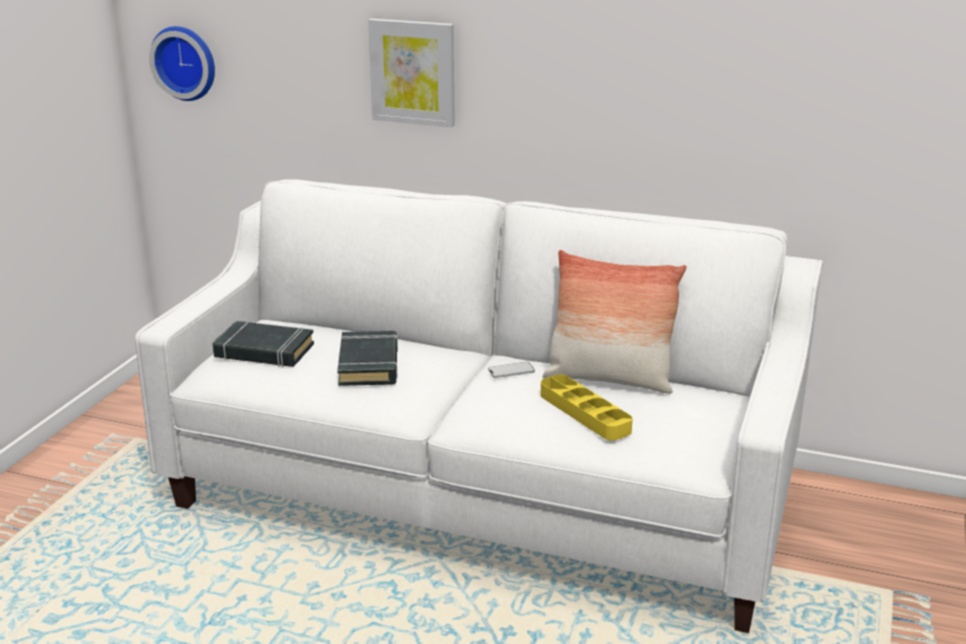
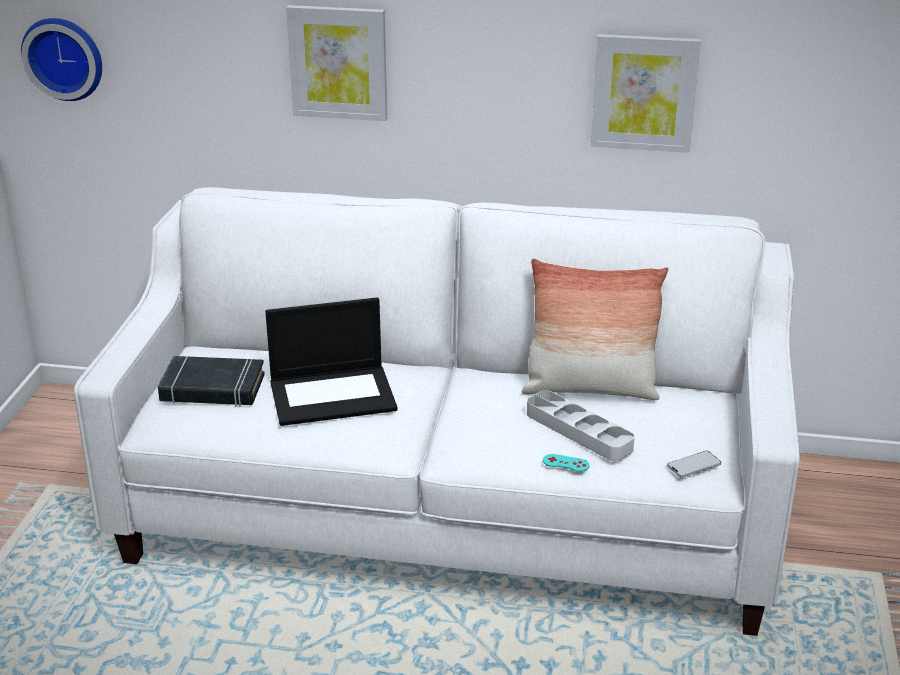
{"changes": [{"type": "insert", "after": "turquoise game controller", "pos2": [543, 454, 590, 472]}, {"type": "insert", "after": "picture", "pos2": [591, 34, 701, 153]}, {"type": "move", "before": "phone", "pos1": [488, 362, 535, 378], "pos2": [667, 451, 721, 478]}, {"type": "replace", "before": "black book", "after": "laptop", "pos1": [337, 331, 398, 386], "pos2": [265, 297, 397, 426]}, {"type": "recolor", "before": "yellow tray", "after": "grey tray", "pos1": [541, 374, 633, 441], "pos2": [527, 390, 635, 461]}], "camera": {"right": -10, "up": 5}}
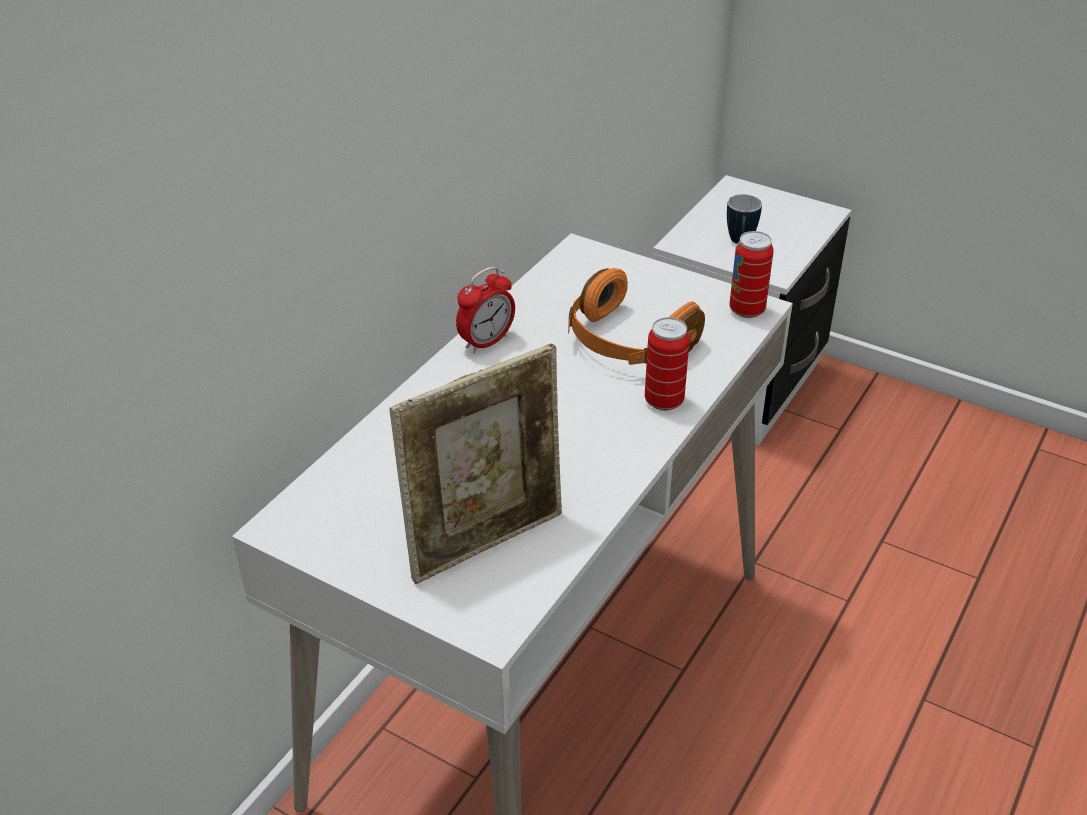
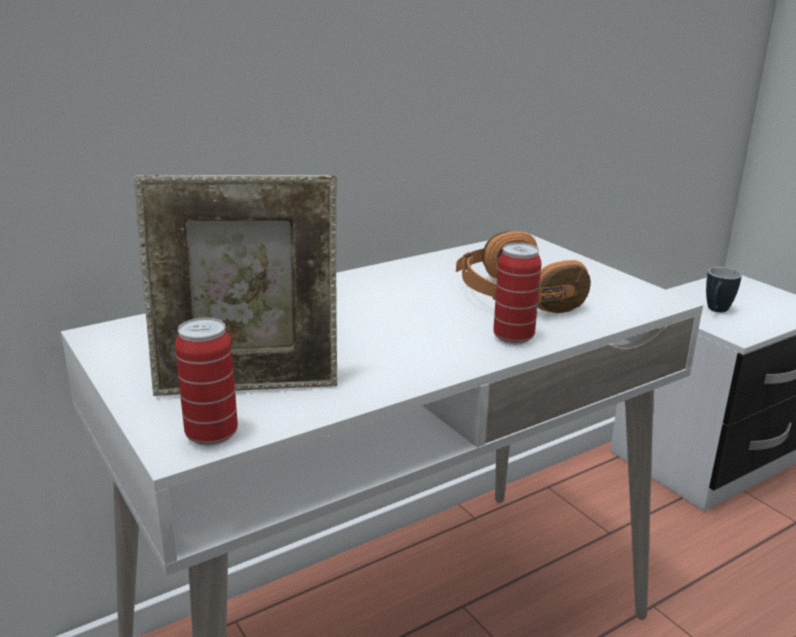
{"changes": [{"type": "delete", "before": "alarm clock", "pos1": [456, 266, 515, 354]}, {"type": "move", "before": "can", "pos1": [730, 231, 774, 318], "pos2": [175, 317, 238, 446]}], "camera": {"right": 25, "up": -15}}
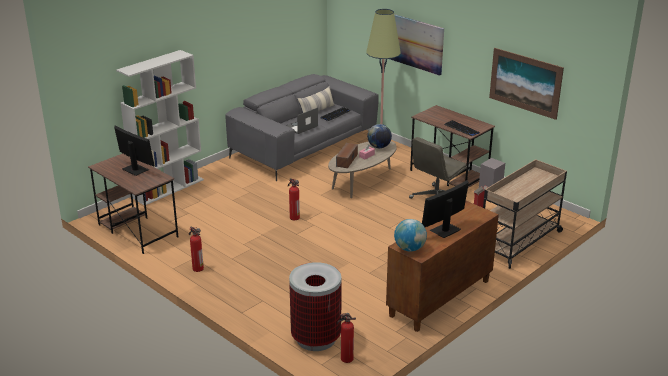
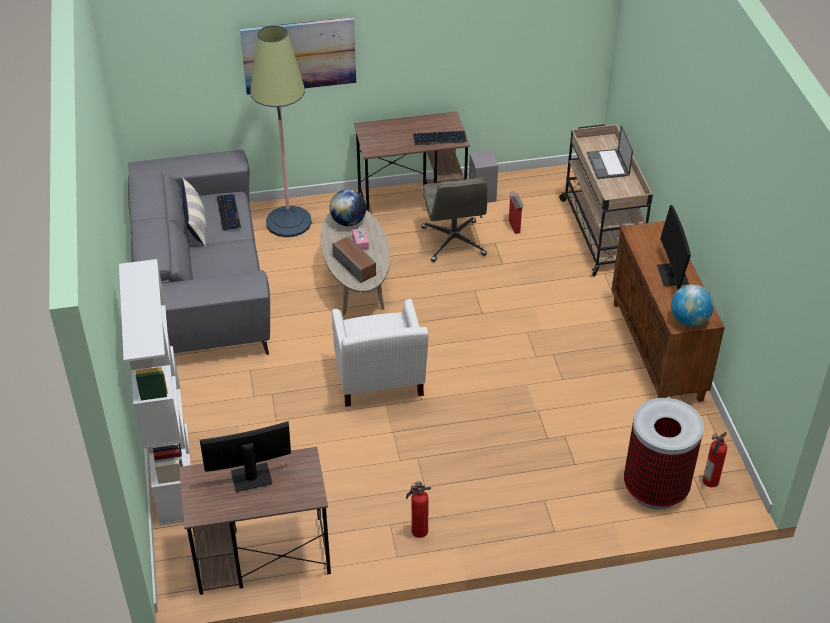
{"changes": [{"type": "delete", "before": "picture", "pos1": [489, 48, 564, 120]}, {"type": "move", "before": "laptop", "pos1": [286, 108, 318, 134], "pos2": [587, 125, 633, 179]}, {"type": "replace", "before": "fire extinguisher", "after": "white armchair", "pos1": [288, 178, 300, 220], "pos2": [332, 299, 429, 407]}], "camera": {"right": -55, "up": 15}}
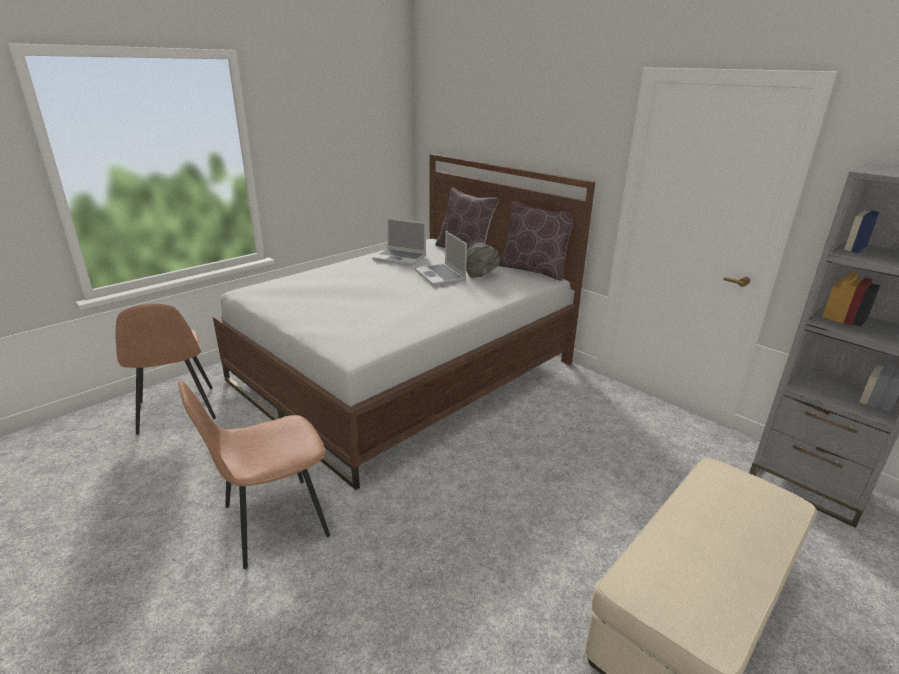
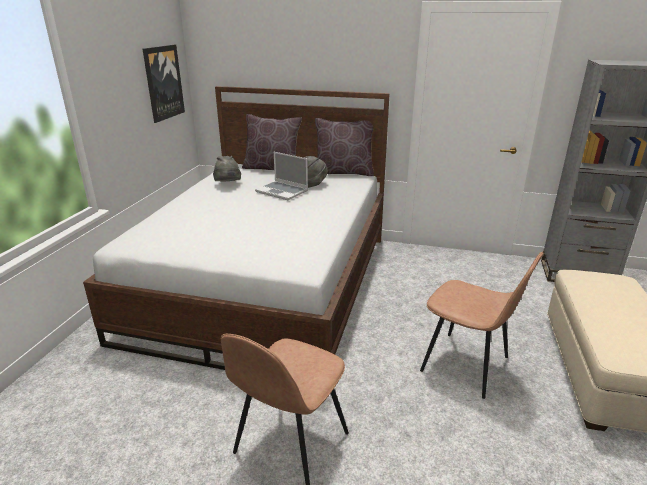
{"changes": [{"type": "insert", "after": "picture", "pos2": [143, 45, 185, 123]}, {"type": "move", "before": "brown chair", "pos1": [115, 304, 216, 435], "pos2": [420, 252, 544, 399]}, {"type": "replace", "before": "laptop", "after": "grey hat", "pos1": [372, 218, 426, 266], "pos2": [213, 156, 241, 181]}], "camera": {"right": -30, "up": 0}}
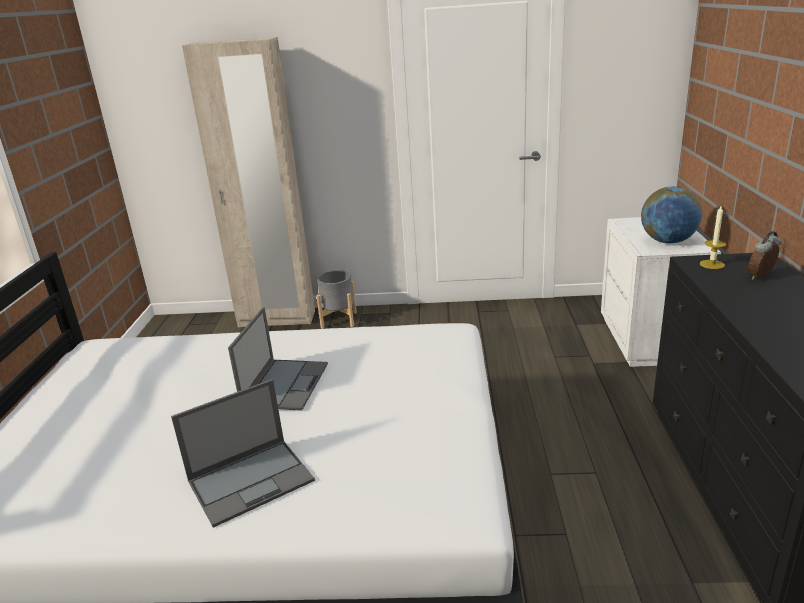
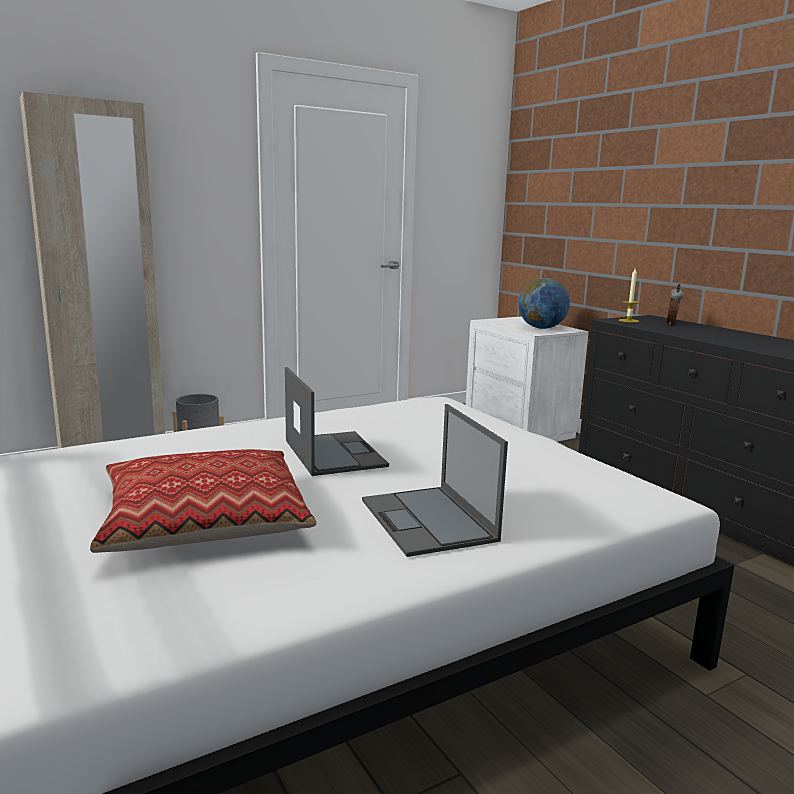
{"changes": [{"type": "insert", "after": "pillow", "pos2": [90, 449, 316, 553]}, {"type": "rotate", "before": "laptop", "pos1": [171, 379, 315, 528], "pos2": [362, 404, 508, 557], "turn": 135}], "camera": {"right": -35, "up": -10}}
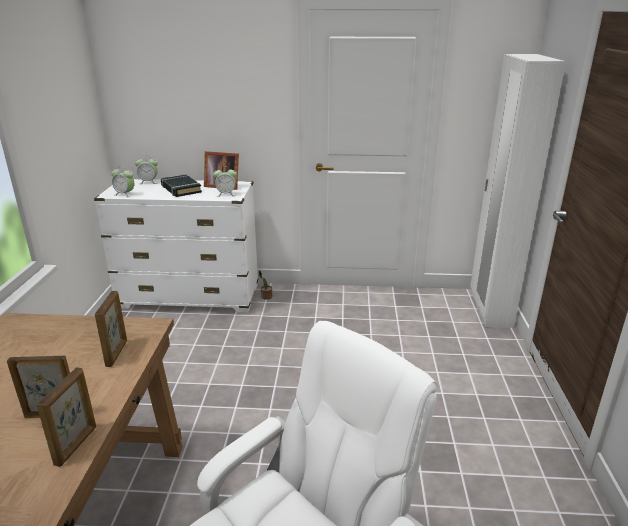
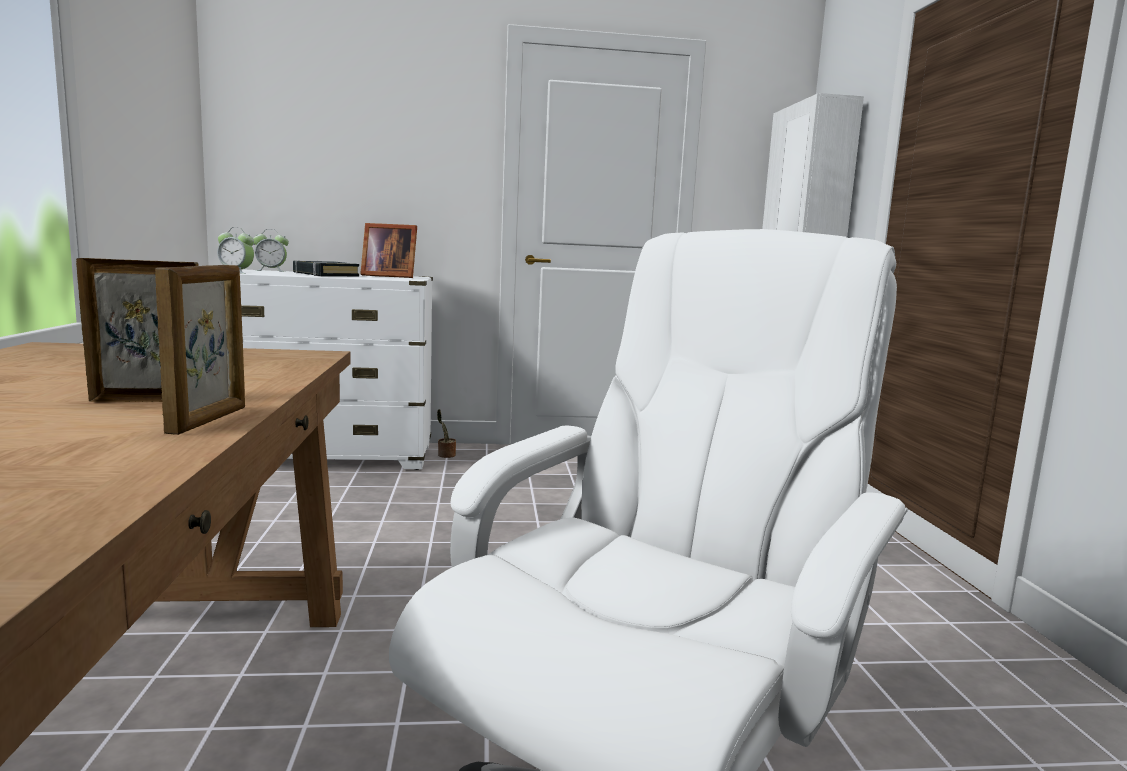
{"changes": [{"type": "delete", "before": "picture frame", "pos1": [95, 291, 127, 367]}, {"type": "delete", "before": "alarm clock", "pos1": [213, 166, 237, 197]}], "camera": {"right": -10, "up": -15}}
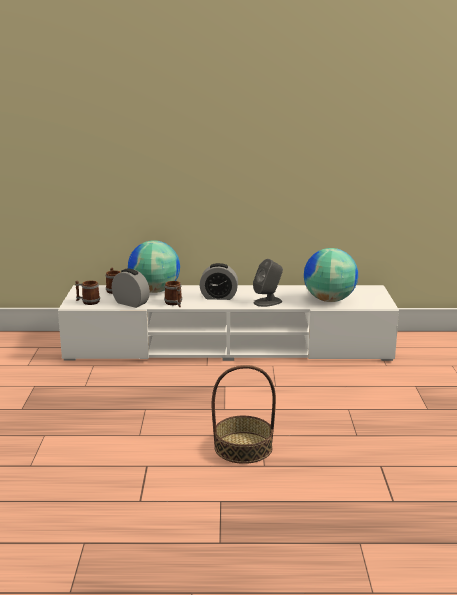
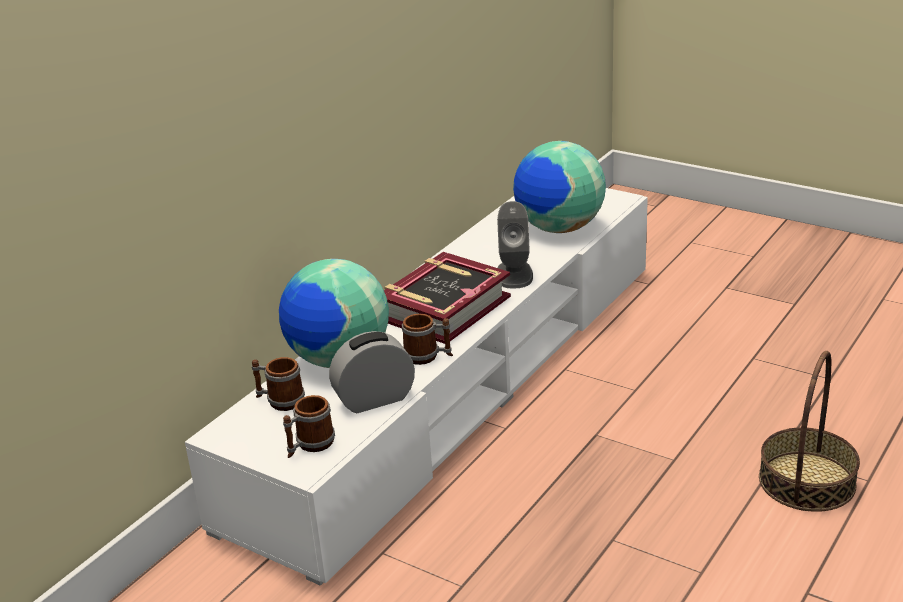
{"changes": [{"type": "replace", "before": "alarm clock", "after": "book", "pos1": [200, 263, 238, 300], "pos2": [384, 252, 511, 344]}], "camera": {"right": -55, "up": 10}}
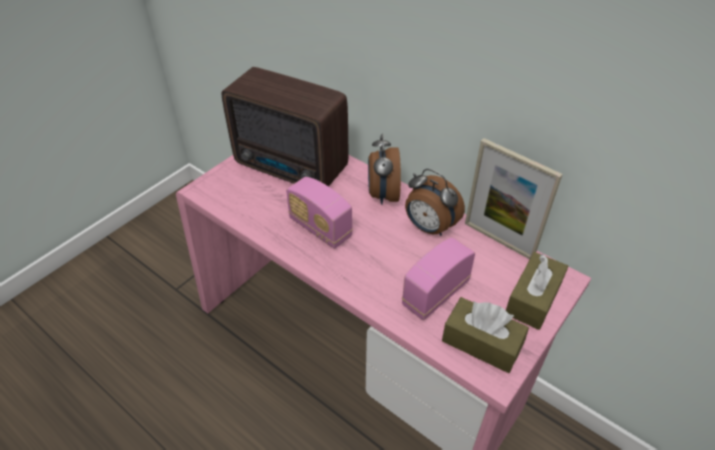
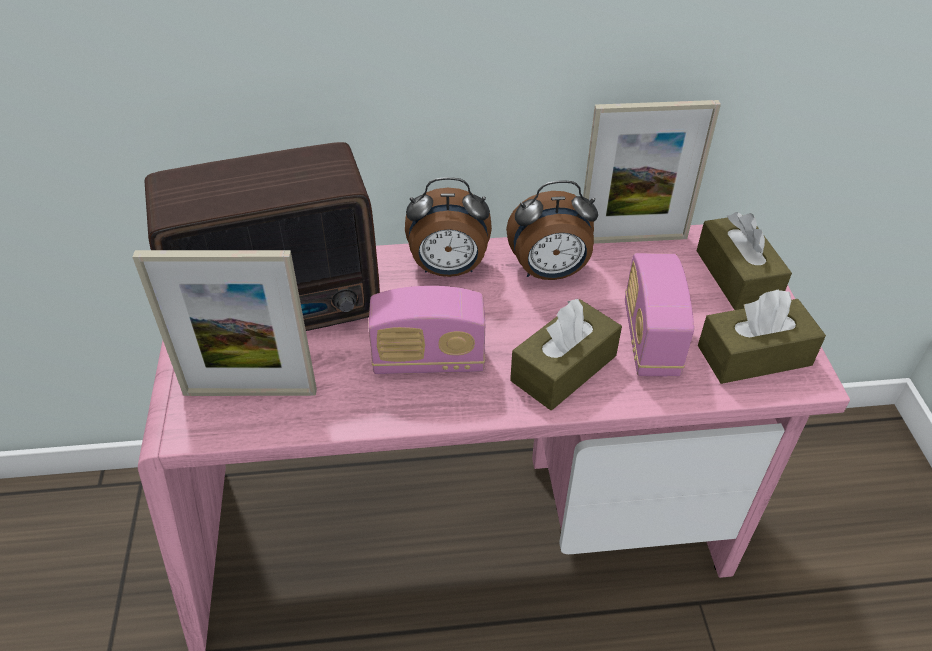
{"changes": [{"type": "insert", "after": "picture frame", "pos2": [132, 250, 317, 396]}, {"type": "insert", "after": "brown tissue box", "pos2": [510, 298, 622, 410]}, {"type": "rotate", "before": "alarm clock", "pos1": [368, 133, 401, 205], "pos2": [405, 177, 492, 277], "turn": -45}], "camera": {"right": -45, "up": 0}}
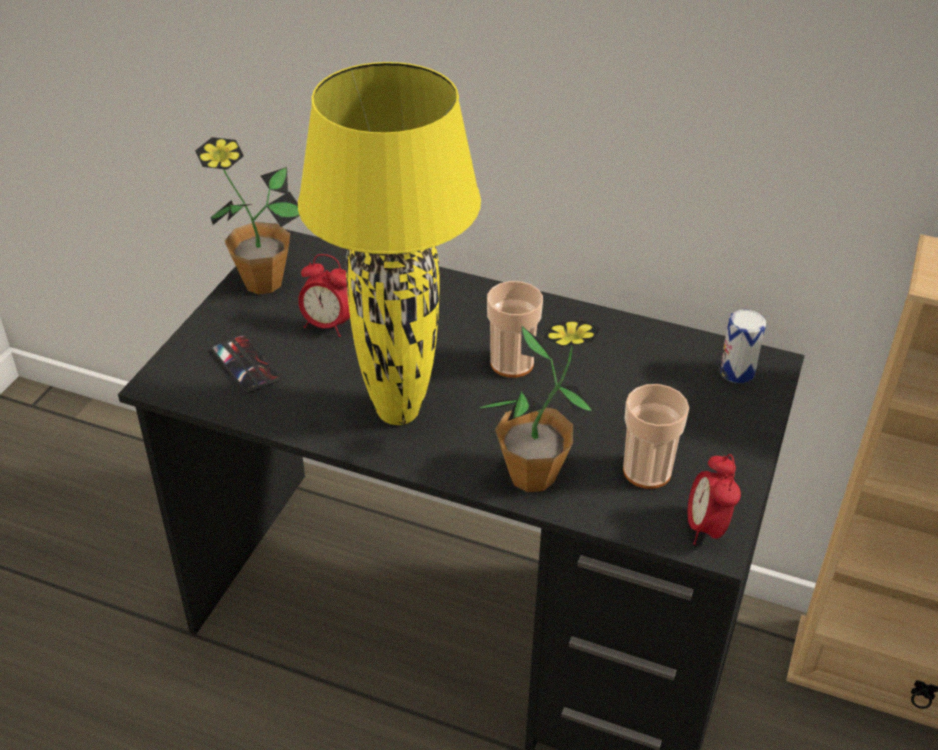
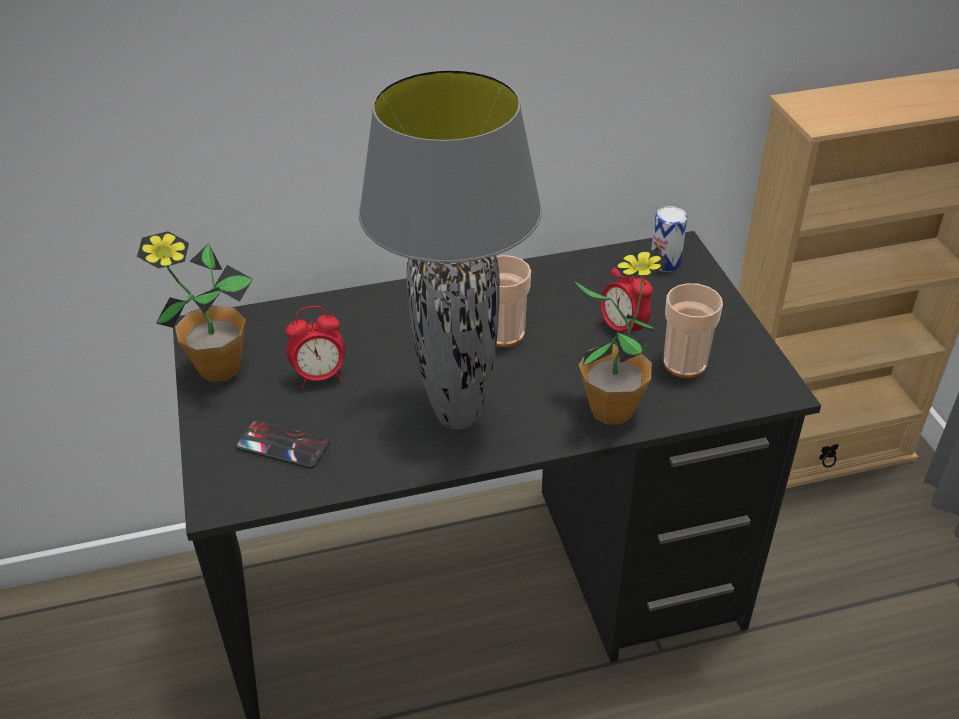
{"changes": [{"type": "move", "before": "alarm clock", "pos1": [688, 454, 741, 545], "pos2": [600, 268, 653, 334]}, {"type": "recolor", "before": "yellow table lamp", "after": "grey table lamp", "pos1": [298, 62, 481, 425], "pos2": [359, 70, 542, 429]}], "camera": {"right": -35, "up": 0}}
